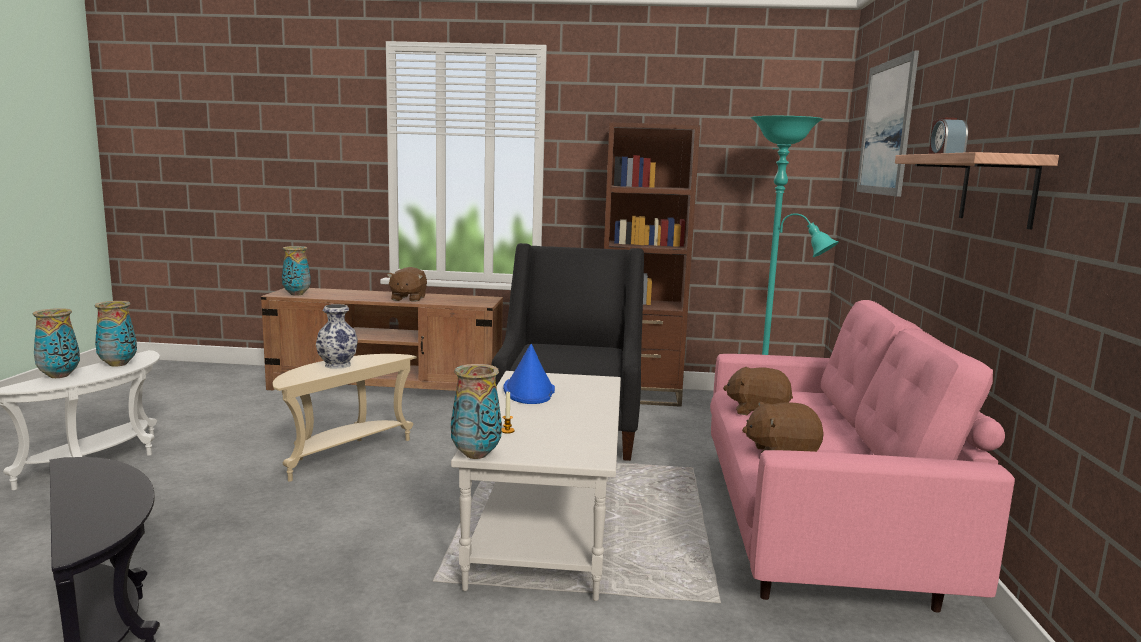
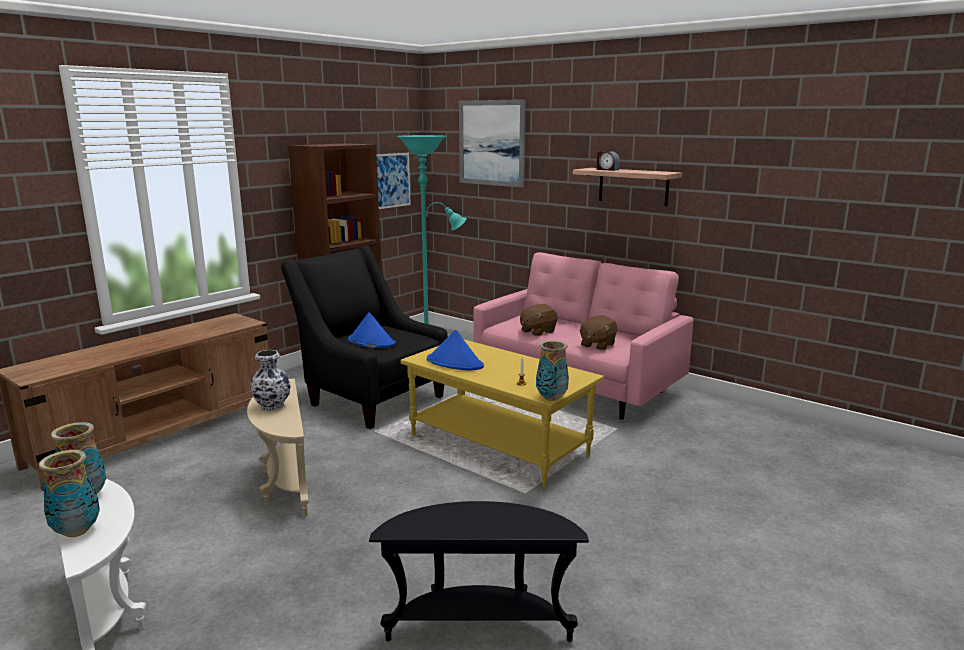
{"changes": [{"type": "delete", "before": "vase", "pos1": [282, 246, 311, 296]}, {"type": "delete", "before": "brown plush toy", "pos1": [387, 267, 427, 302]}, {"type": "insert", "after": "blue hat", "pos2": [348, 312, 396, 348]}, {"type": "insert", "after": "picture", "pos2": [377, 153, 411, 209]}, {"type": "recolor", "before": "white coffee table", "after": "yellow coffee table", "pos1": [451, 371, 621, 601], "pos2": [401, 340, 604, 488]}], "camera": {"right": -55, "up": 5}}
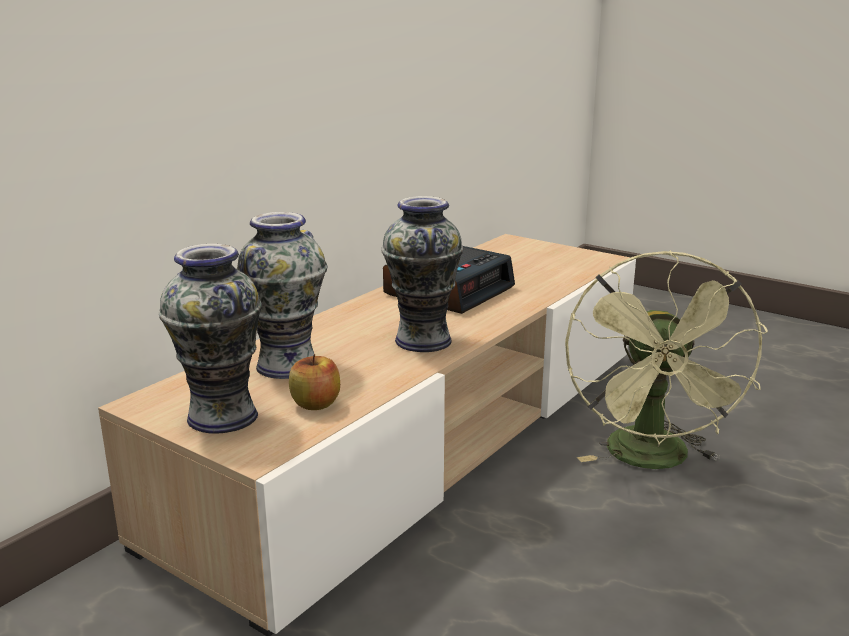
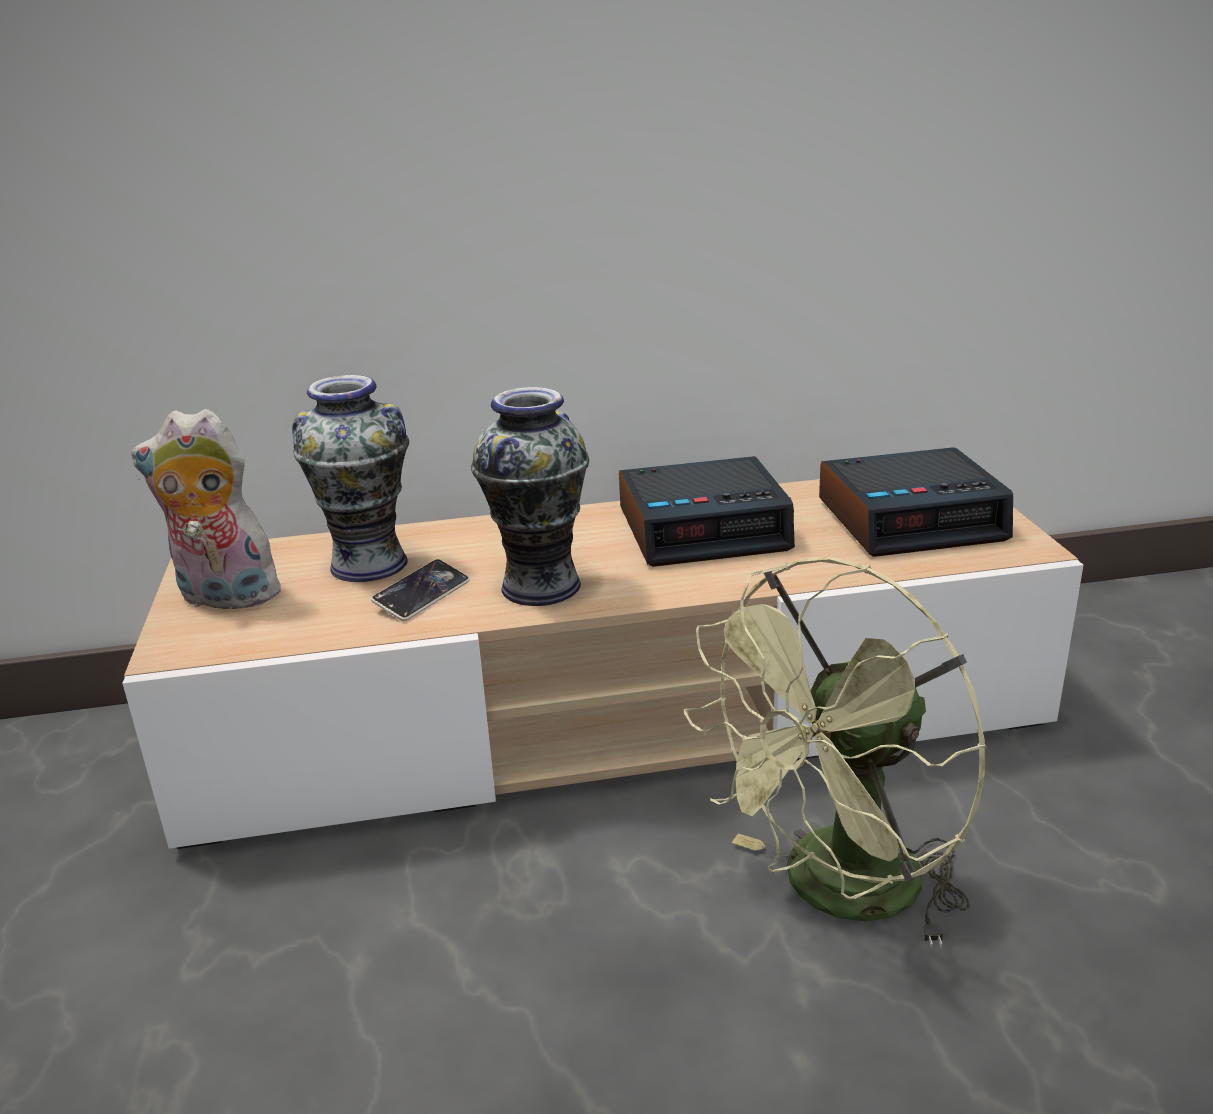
{"changes": [{"type": "delete", "before": "apple", "pos1": [289, 354, 340, 410]}, {"type": "insert", "after": "phone", "pos2": [371, 559, 470, 621]}, {"type": "insert", "after": "alarm clock", "pos2": [819, 447, 1013, 557]}, {"type": "replace", "before": "vase", "after": "plush toy", "pos1": [159, 244, 262, 434], "pos2": [131, 409, 285, 614]}], "camera": {"right": 45, "up": 5}}
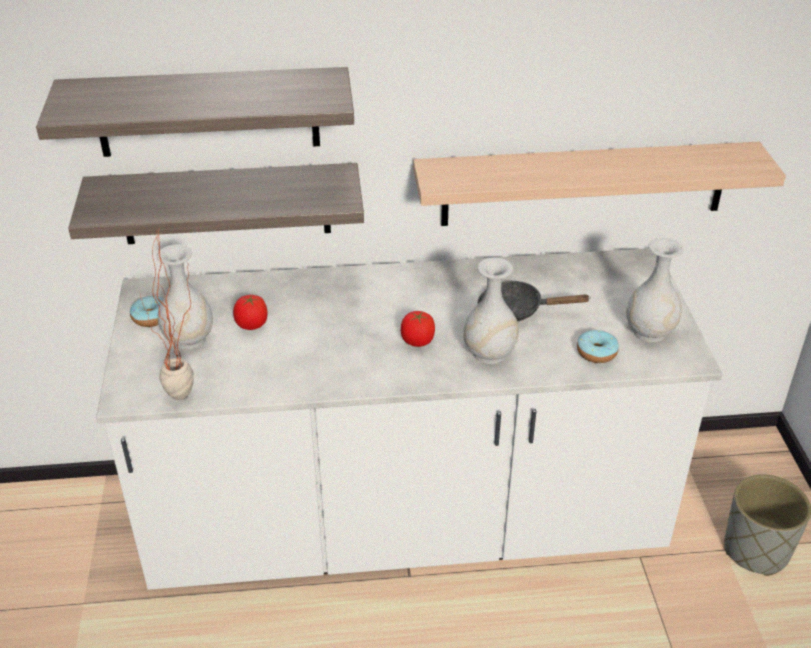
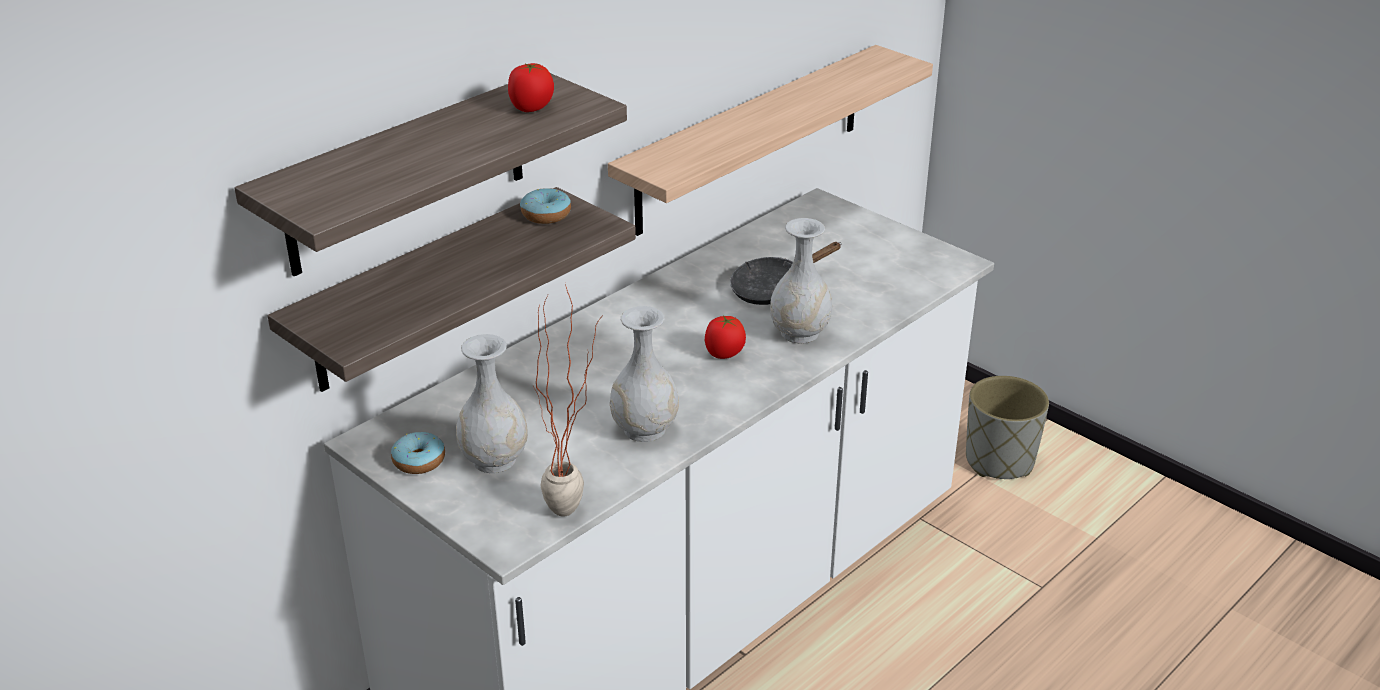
{"changes": [{"type": "move", "before": "tomato", "pos1": [233, 295, 268, 330], "pos2": [508, 63, 554, 112]}, {"type": "move", "before": "donut", "pos1": [577, 330, 619, 363], "pos2": [520, 188, 571, 224]}, {"type": "move", "before": "white vase", "pos1": [626, 238, 684, 343], "pos2": [610, 306, 679, 442]}], "camera": {"right": -40, "up": -5}}
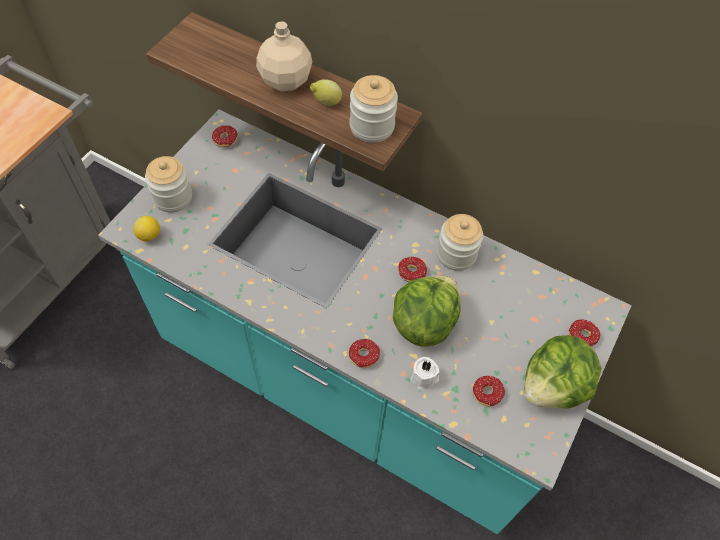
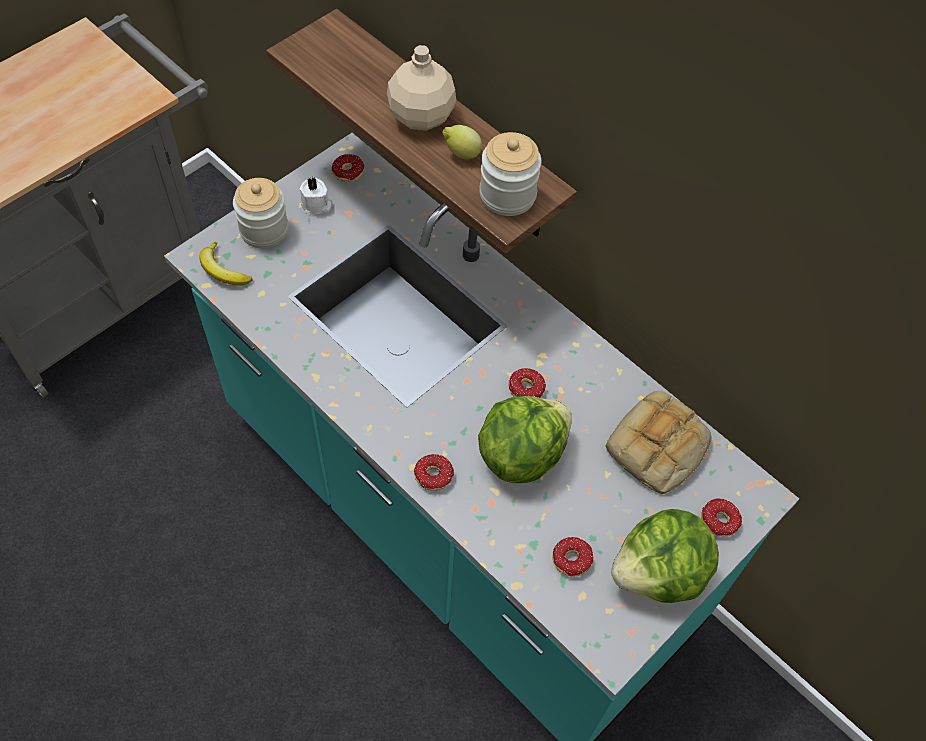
{"changes": [{"type": "delete", "before": "jar", "pos1": [437, 214, 483, 271]}, {"type": "insert", "after": "bread", "pos2": [606, 391, 711, 494]}, {"type": "move", "before": "white candle", "pos1": [410, 357, 440, 390], "pos2": [300, 177, 331, 215]}, {"type": "replace", "before": "lemon", "after": "banana", "pos1": [133, 216, 160, 242], "pos2": [200, 242, 253, 286]}], "camera": {"right": 15, "up": 0}}
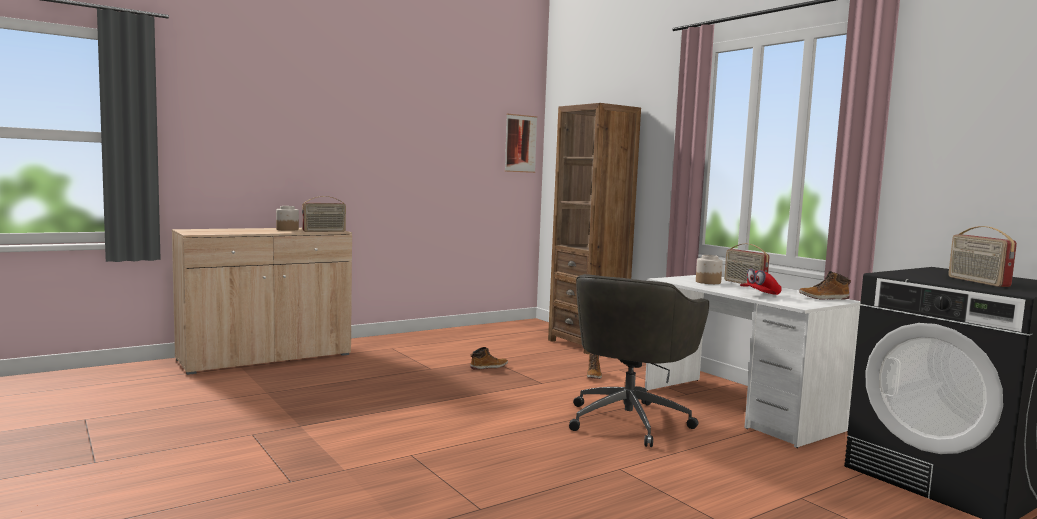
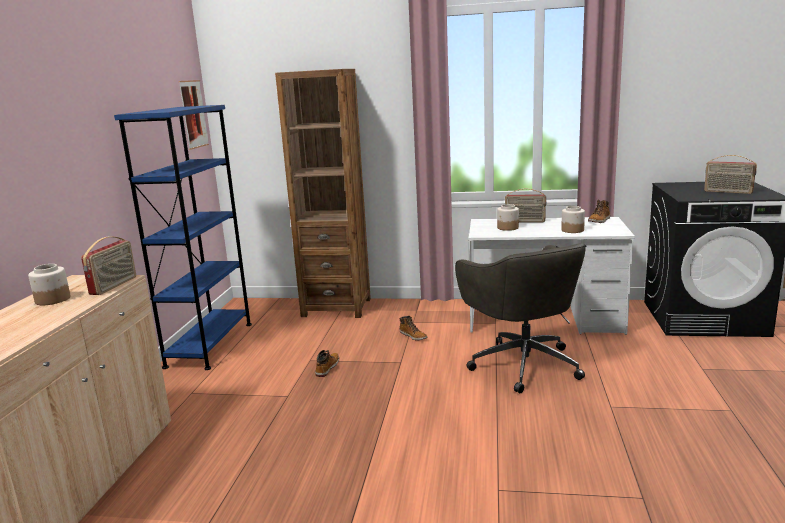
{"changes": [{"type": "insert", "after": "blue bookcase", "pos2": [114, 105, 252, 370]}, {"type": "replace", "before": "red cap", "after": "jar", "pos1": [740, 268, 782, 295], "pos2": [561, 206, 585, 233]}], "camera": {"right": -45, "up": 10}}
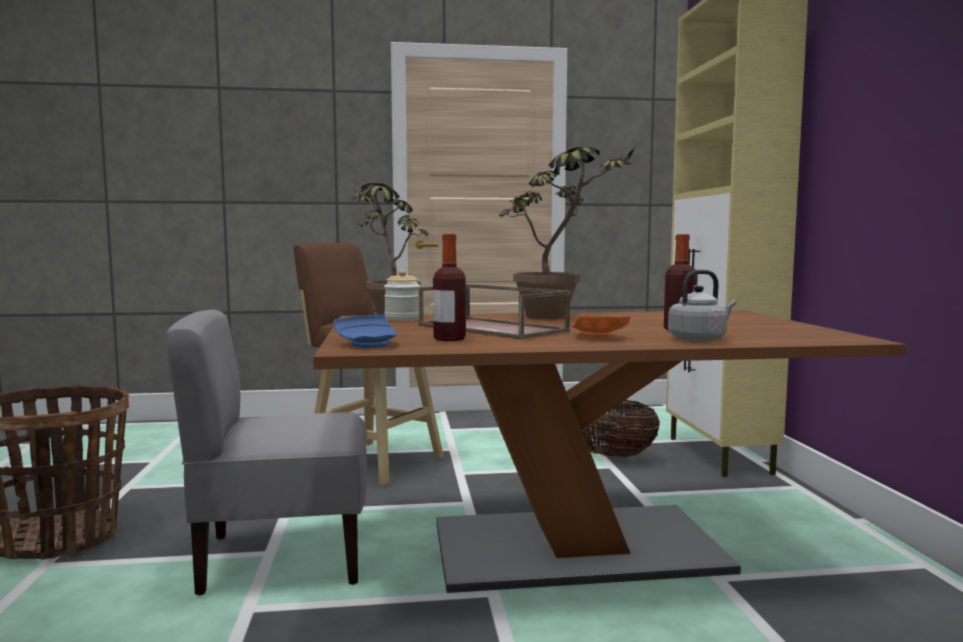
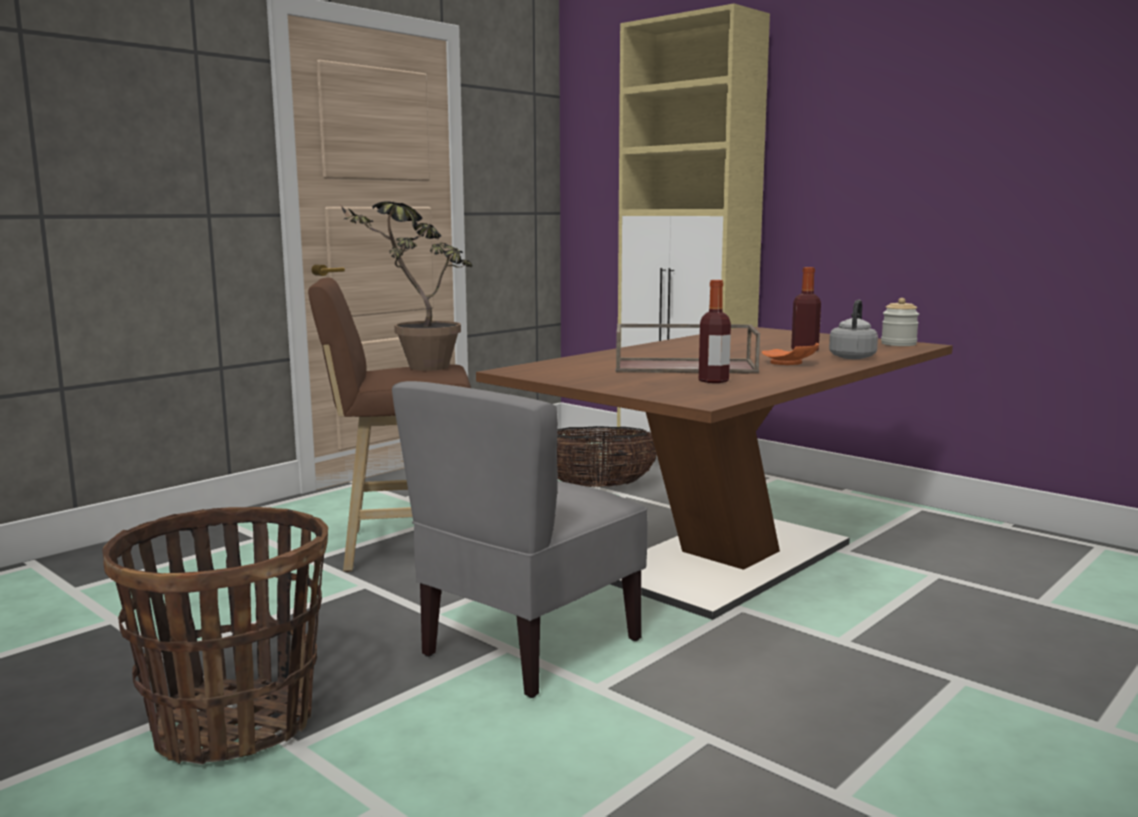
{"changes": [{"type": "delete", "before": "blue plate", "pos1": [334, 315, 397, 348]}, {"type": "delete", "before": "potted plant", "pos1": [499, 145, 637, 319]}, {"type": "move", "before": "jar", "pos1": [384, 270, 421, 321], "pos2": [881, 298, 919, 346]}], "camera": {"right": -40, "up": 5}}
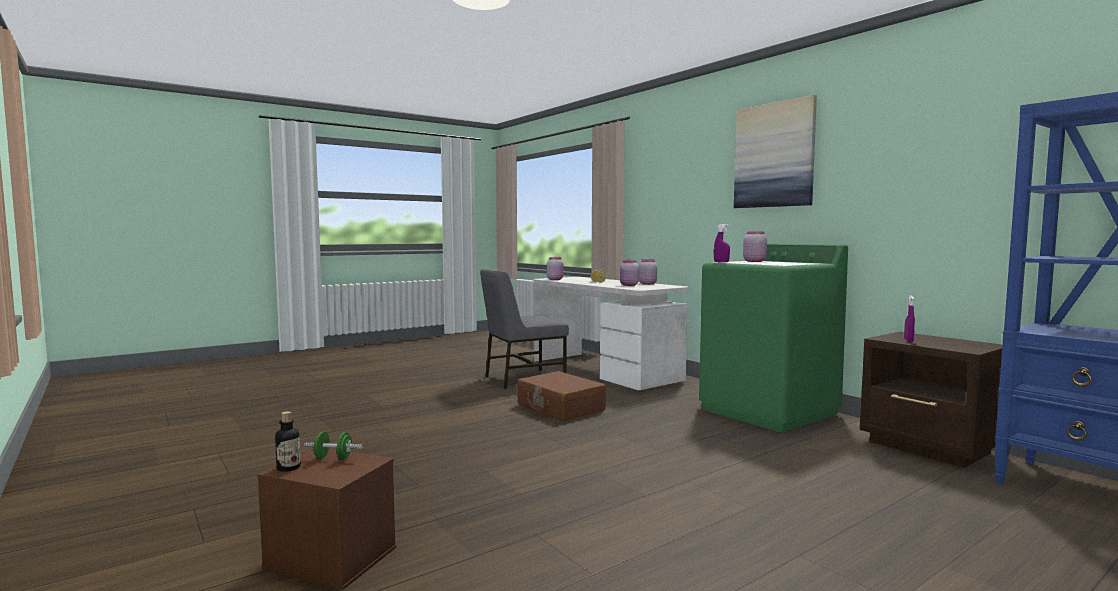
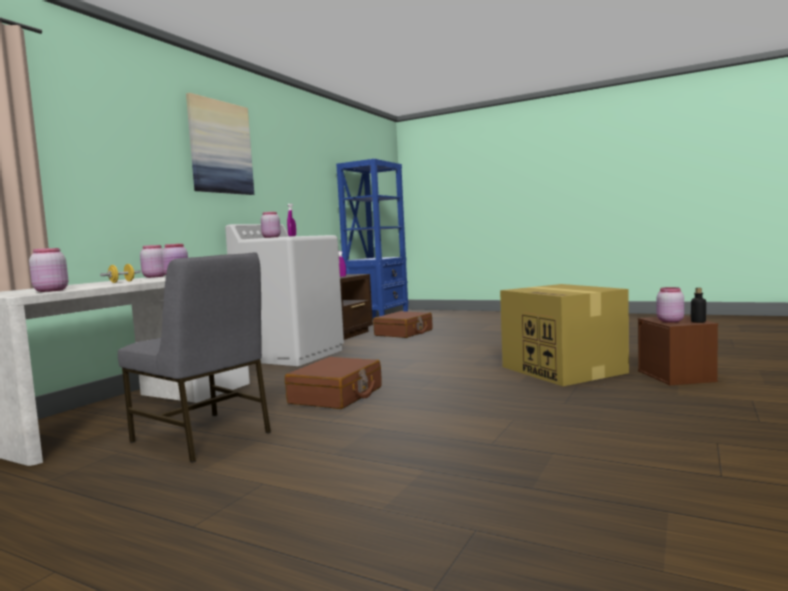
{"changes": [{"type": "insert", "after": "brown suitcase", "pos2": [373, 311, 433, 338]}, {"type": "insert", "after": "cardboard box", "pos2": [500, 284, 629, 386]}, {"type": "replace", "before": "green dumbbell", "after": "pink jar", "pos1": [304, 431, 363, 460], "pos2": [656, 287, 684, 323]}, {"type": "recolor", "before": "green washing machine", "after": "white washing machine", "pos1": [699, 243, 848, 432], "pos2": [225, 224, 344, 366]}], "camera": {"right": -115, "up": 0}}
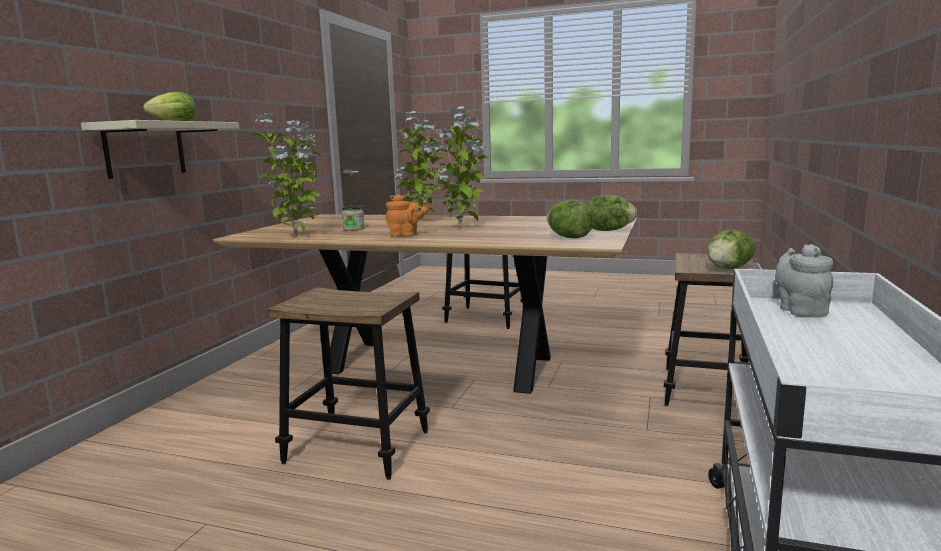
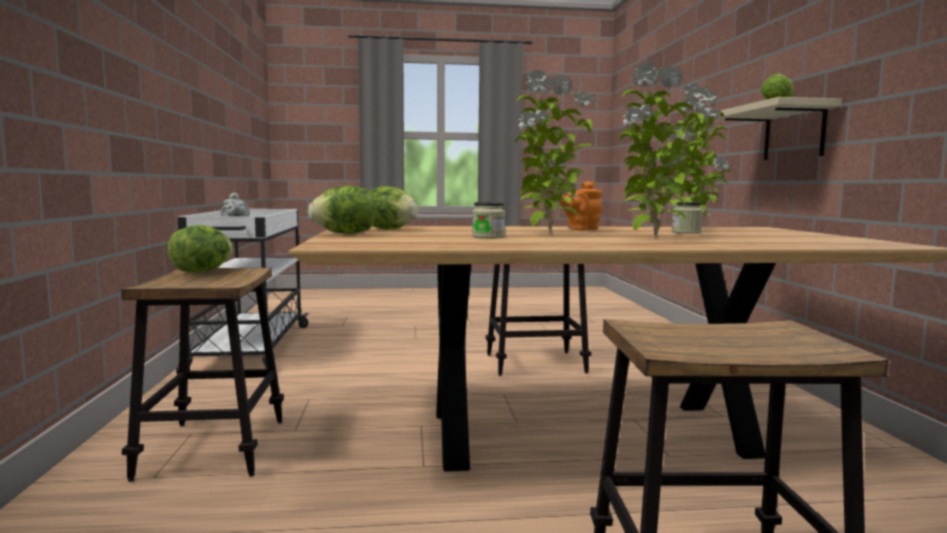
{"changes": [{"type": "insert", "after": "jar", "pos2": [472, 202, 505, 239]}], "camera": {"right": 155, "up": -5}}
